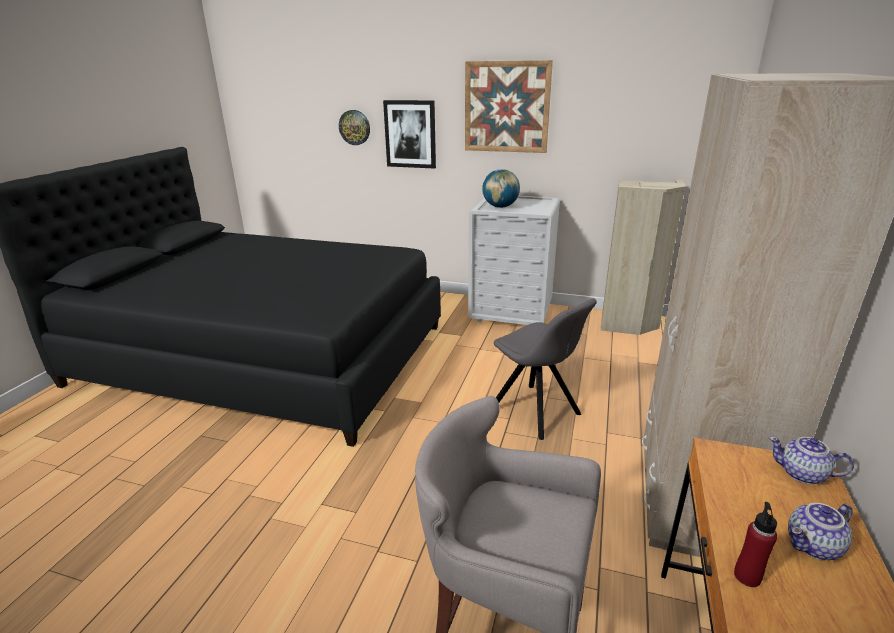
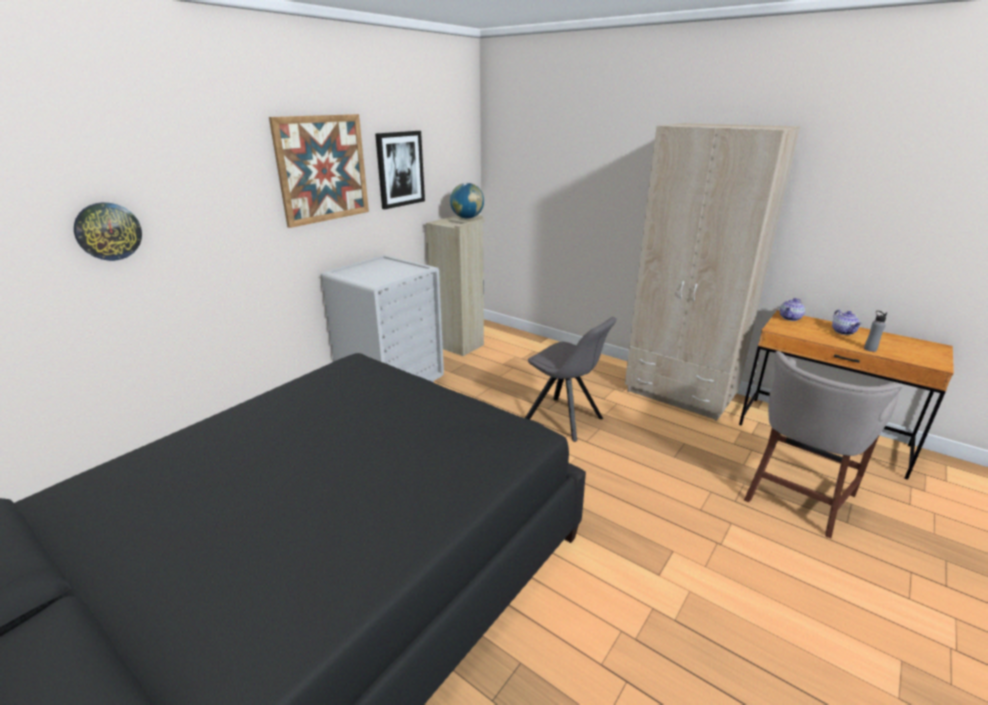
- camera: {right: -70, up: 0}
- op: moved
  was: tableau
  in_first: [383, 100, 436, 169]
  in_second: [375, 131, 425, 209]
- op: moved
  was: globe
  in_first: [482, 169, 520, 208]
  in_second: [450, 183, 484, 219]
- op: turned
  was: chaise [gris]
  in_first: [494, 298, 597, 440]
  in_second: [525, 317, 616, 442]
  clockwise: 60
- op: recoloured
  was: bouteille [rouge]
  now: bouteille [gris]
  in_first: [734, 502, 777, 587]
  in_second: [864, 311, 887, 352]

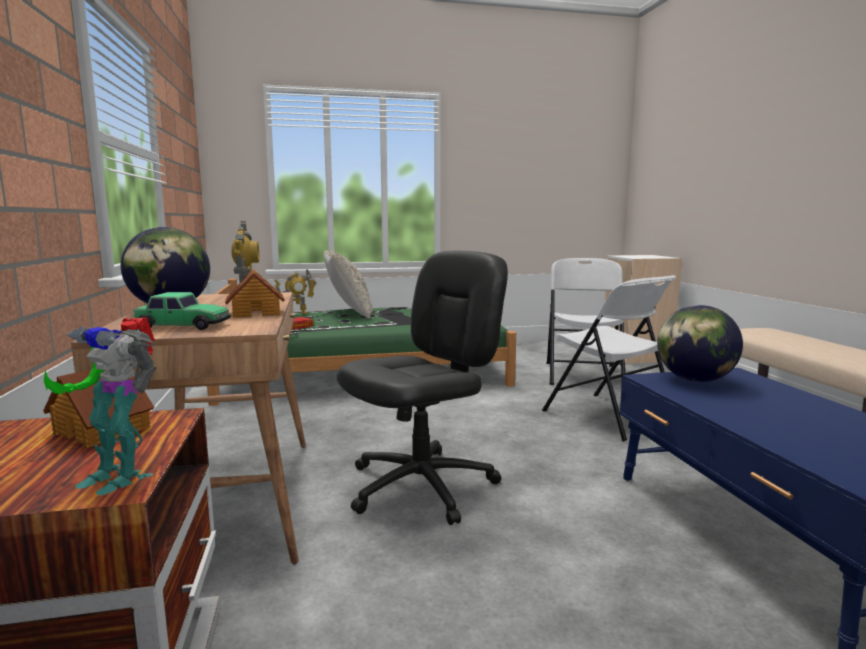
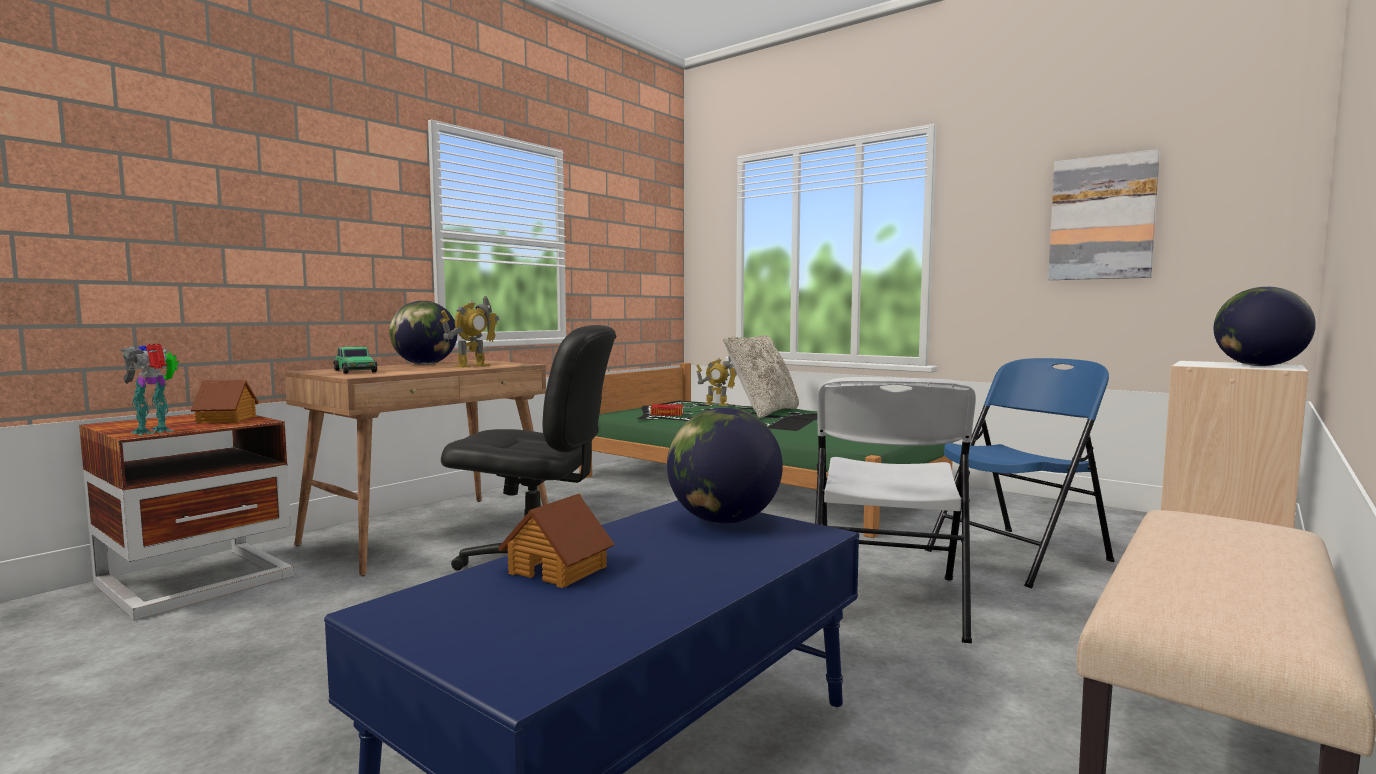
- camera: {right: 50, up: -5}
- op: turned
  was: robot jouet
  in_first: [44, 317, 156, 495]
  in_second: [119, 344, 179, 435]
  clockwise: 45
- op: moved
  was: maison miniature
  in_first: [225, 269, 285, 318]
  in_second: [498, 493, 615, 588]
- op: recoloured
  was: chaise [blanc]
  now: chaise [bleu]
  in_first: [546, 258, 625, 388]
  in_second: [925, 358, 1114, 589]
- op: added
  now: tableau
  in_second: [1048, 149, 1160, 280]
- op: added
  now: globe
  in_second: [1214, 287, 1316, 366]

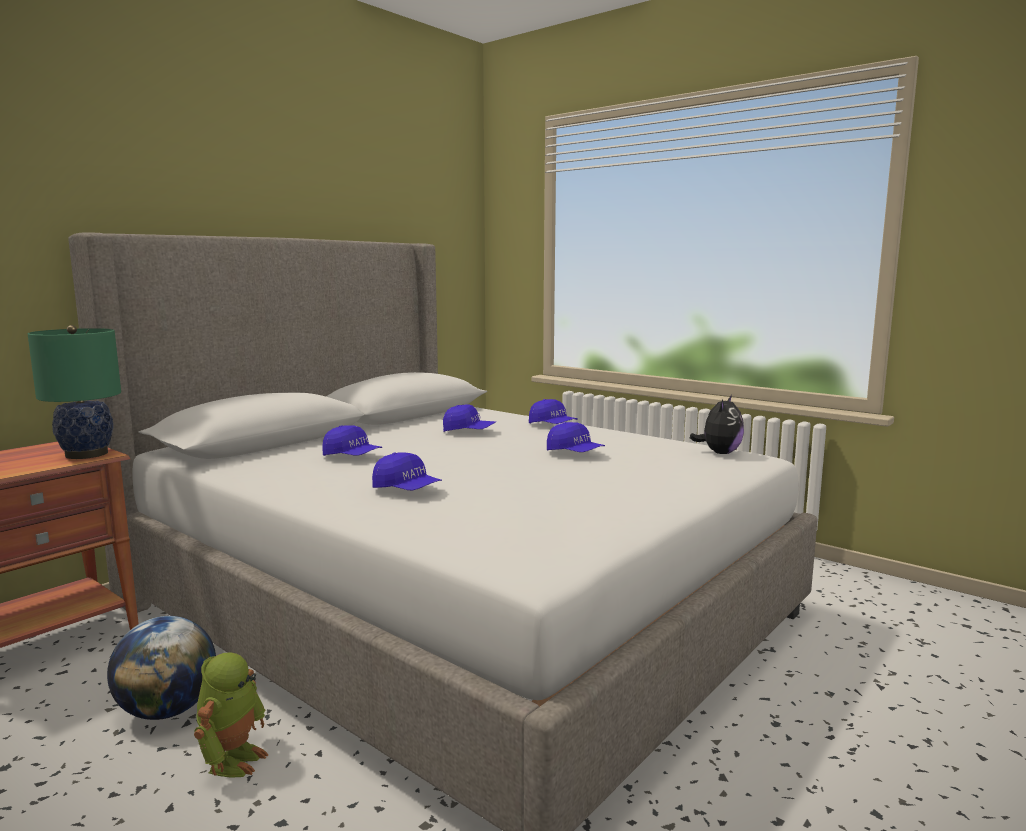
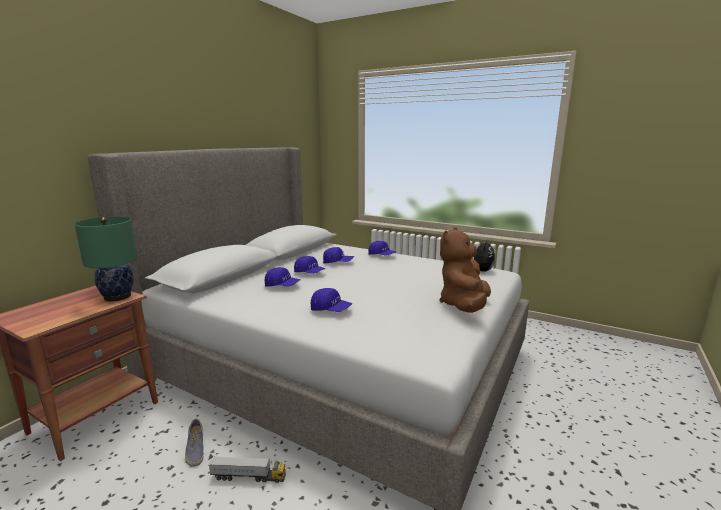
- camera: {right: -10, up: 5}
- op: replaced
  was: globe
  now: chaussure
  in_first: [107, 616, 216, 720]
  in_second: [185, 418, 204, 467]
- op: replaced
  was: robot jouet
  now: camion jouet
  in_first: [194, 652, 268, 778]
  in_second: [209, 456, 286, 483]
- op: moved
  was: casquette [bleu]
  in_first: [547, 422, 605, 452]
  in_second: [294, 256, 326, 274]
- op: added
  now: peluche [marron]
  in_second: [439, 227, 491, 313]

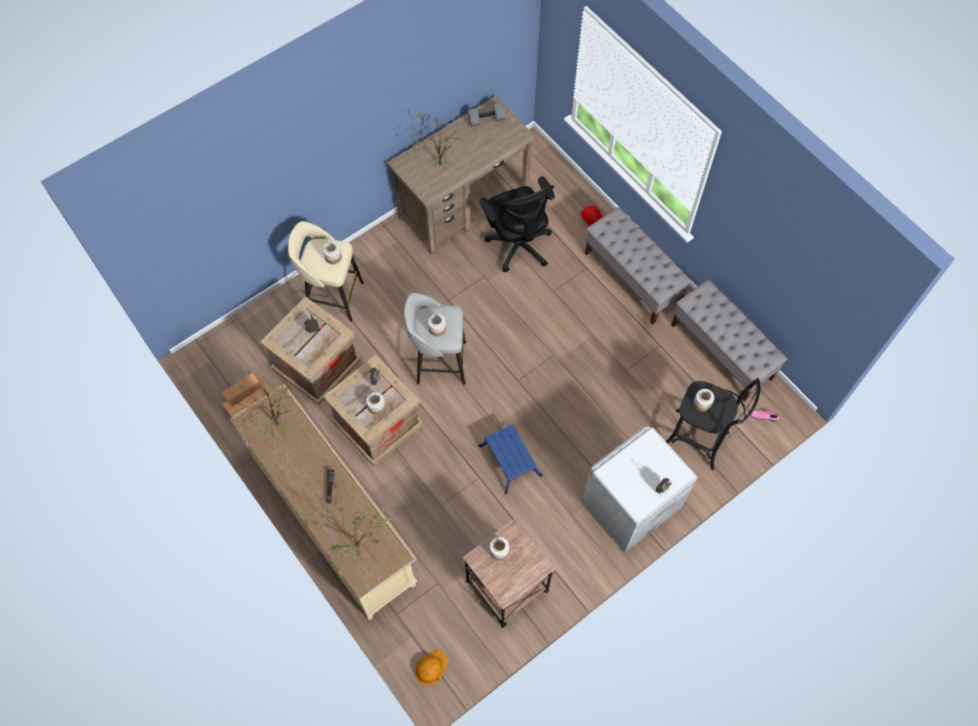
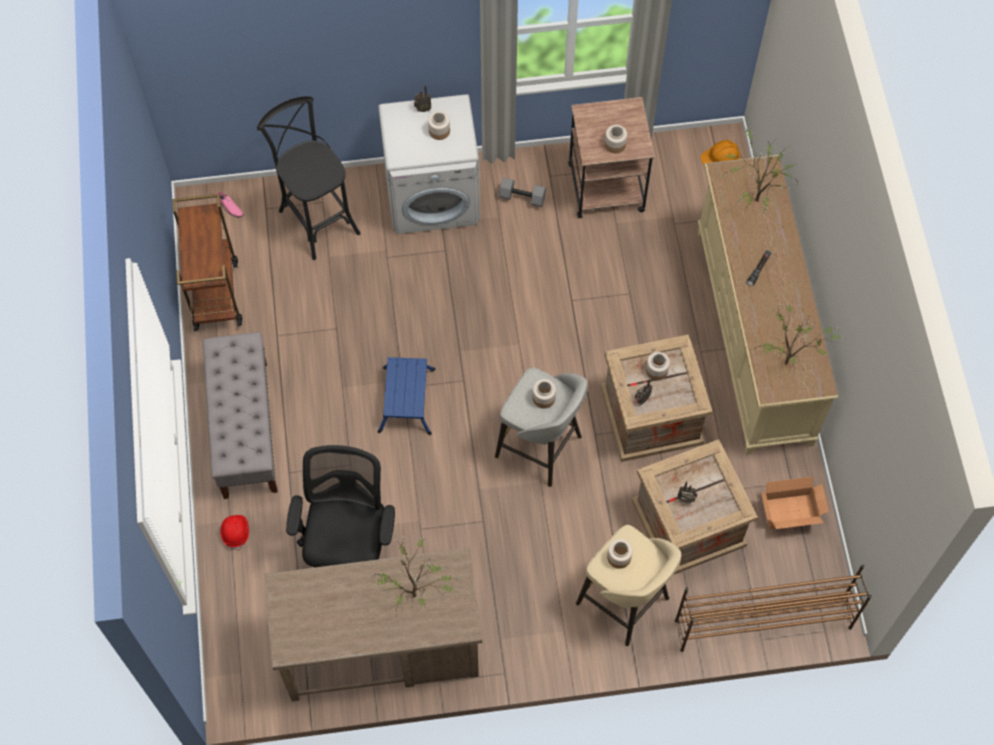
- camera: {right: -150, up: 0}
- op: moved
  was: haltère [gris]
  in_first: [467, 103, 505, 127]
  in_second: [499, 178, 546, 207]
- op: moved
  was: escabeau [bleu]
  in_first: [478, 424, 542, 495]
  in_second: [377, 357, 435, 435]
- op: replaced
  was: banc [gris]
  now: chariot [marron]
  in_first: [671, 279, 788, 402]
  in_second: [172, 194, 243, 332]
- op: moved
  was: bocal
  in_first: [693, 389, 714, 412]
  in_second: [428, 111, 450, 140]
- op: added
  now: étagère à chaussures [marron]
  in_second: [675, 565, 872, 652]

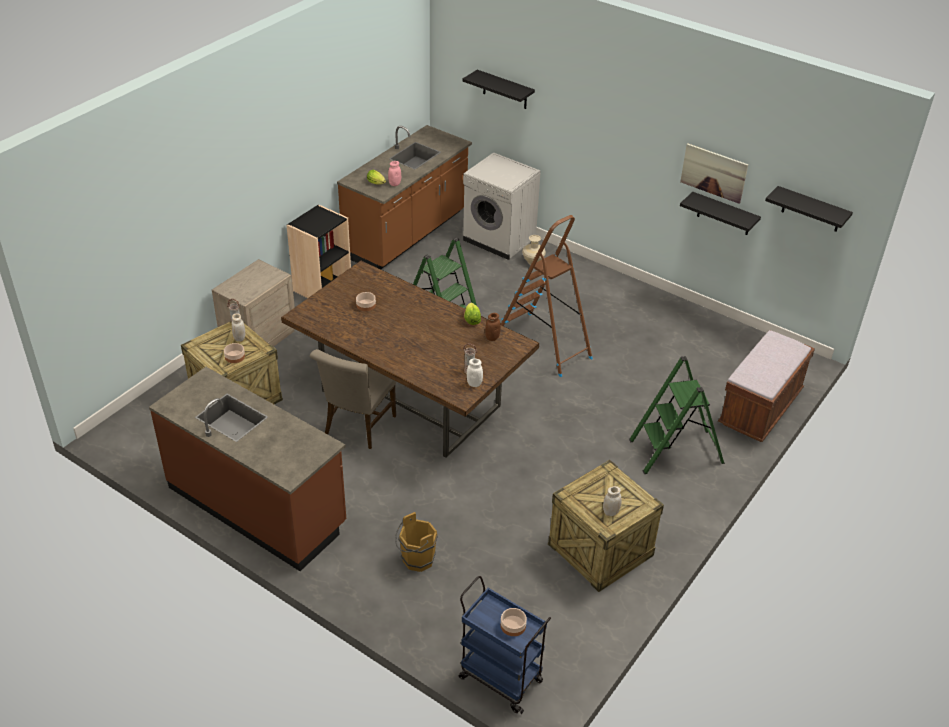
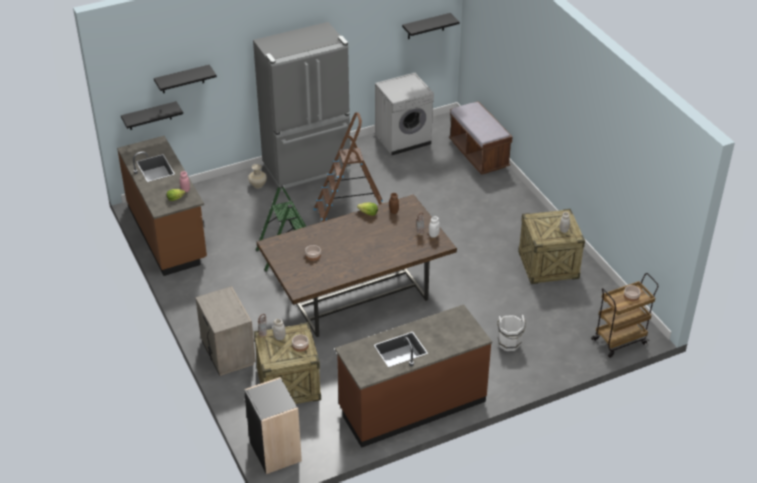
- camera: {right: -60, up: 0}
- op: moved
  was: bibliothèque [noir]
  in_first: [286, 204, 351, 298]
  in_second: [244, 377, 302, 474]
- op: removed
  was: chaise [beige]
  in_first: [310, 349, 396, 449]
- op: recoloured
  was: seau [marron]
  now: seau [blanc]
  in_first: [395, 512, 438, 572]
  in_second: [498, 315, 526, 351]
- op: recoloured
  was: chariot [bleu]
  now: chariot [marron]
  in_first: [459, 576, 551, 714]
  in_second: [591, 273, 658, 358]
- op: moved
  was: lave-linge [blanc]
  in_first: [463, 152, 541, 260]
  in_second: [375, 73, 434, 155]
- op: removed
  was: escabeau [vert]
  in_first: [629, 356, 725, 474]
- op: removed
  was: tableau
  in_first: [680, 144, 748, 204]
- op: moved
  was: étagère [noir]
  in_first: [680, 192, 761, 235]
  in_second: [121, 101, 183, 130]
- op: added
  now: réfrigérateur [gris]
  in_second: [253, 22, 351, 191]

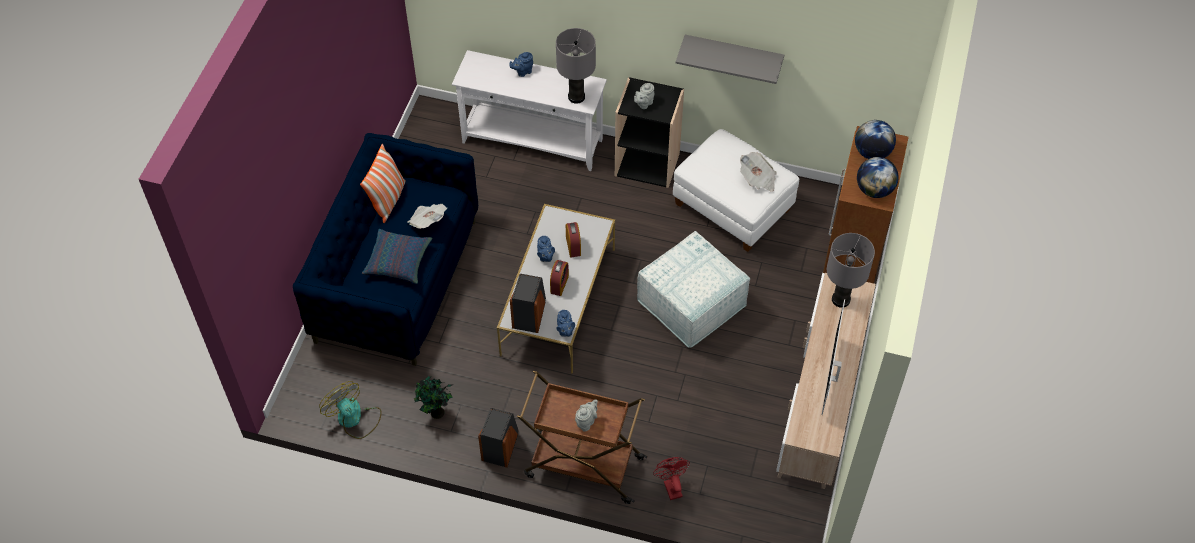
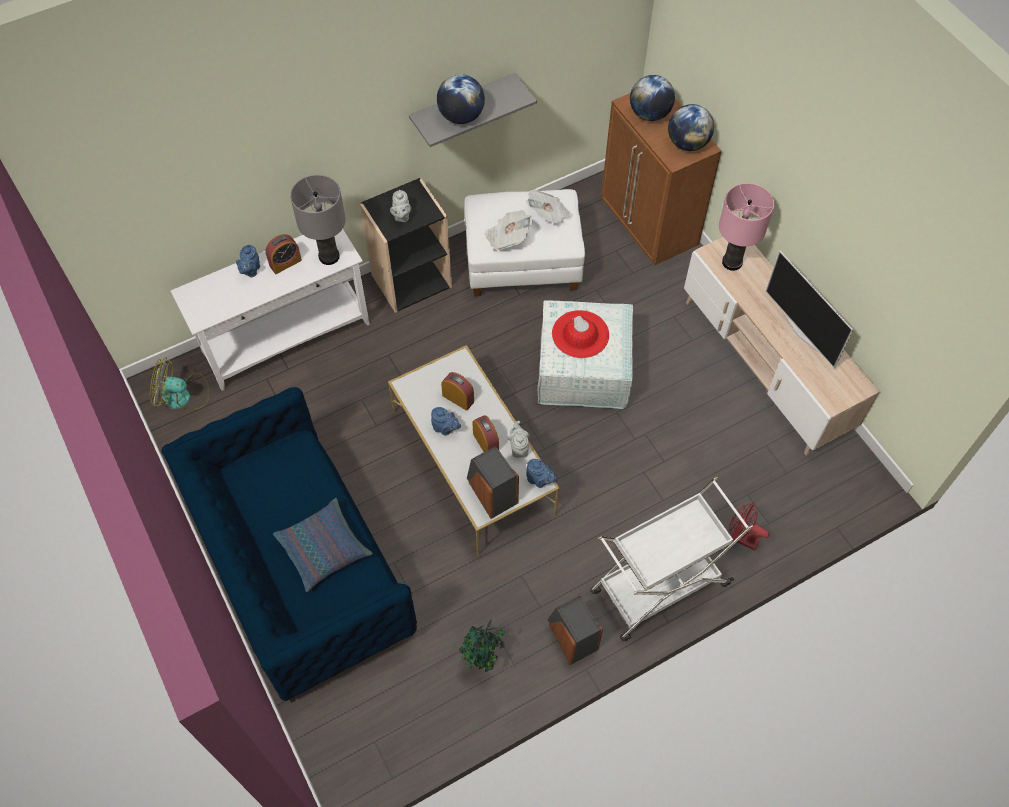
- camera: {right: -45, up: 5}
- op: moved
  was: ventilateur
  in_first: [319, 381, 382, 439]
  in_second: [150, 357, 209, 411]
- op: removed
  was: coussin
  in_first: [360, 144, 406, 223]
- op: moved
  was: journal
  in_first: [407, 204, 447, 229]
  in_second: [485, 210, 532, 251]
- op: recoloured
  was: chariot [marron]
  now: chariot [blanc]
  in_first: [517, 371, 647, 504]
  in_second: [590, 477, 753, 641]
- op: moved
  was: théière [gris]
  in_first: [575, 400, 598, 432]
  in_second: [508, 421, 530, 458]
- op: recoloured
  was: lampe de table [gris]
  now: lampe de table [rose]
  in_first: [827, 233, 875, 308]
  in_second: [719, 183, 774, 271]
- op: added
  now: réveil
  in_second: [265, 234, 302, 274]
- op: added
  now: globe
  in_second: [437, 74, 485, 124]
- op: added
  now: chapeau [rouge]
  in_second: [552, 310, 609, 358]

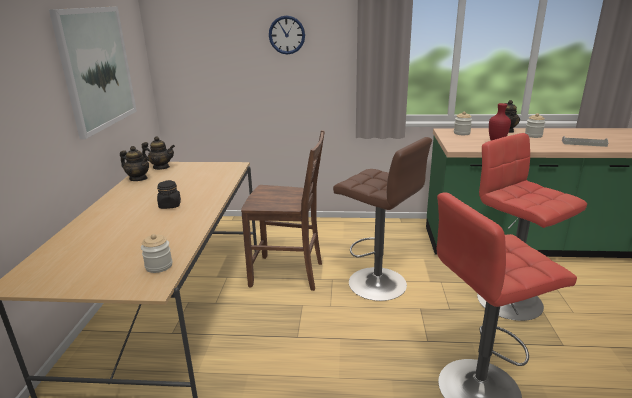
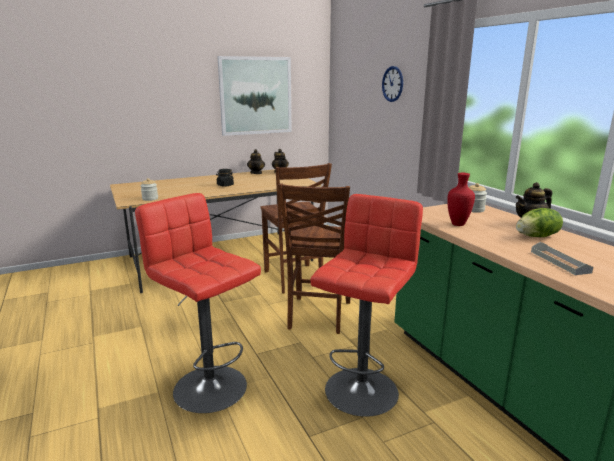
- camera: {right: 60, up: -5}
- op: replaced
  was: tabouret [marron]
  now: chaise [marron]
  in_first: [333, 137, 432, 301]
  in_second: [278, 183, 350, 334]
- op: replaced
  was: bocal
  now: laitue
  in_first: [525, 113, 546, 138]
  in_second: [516, 208, 563, 237]

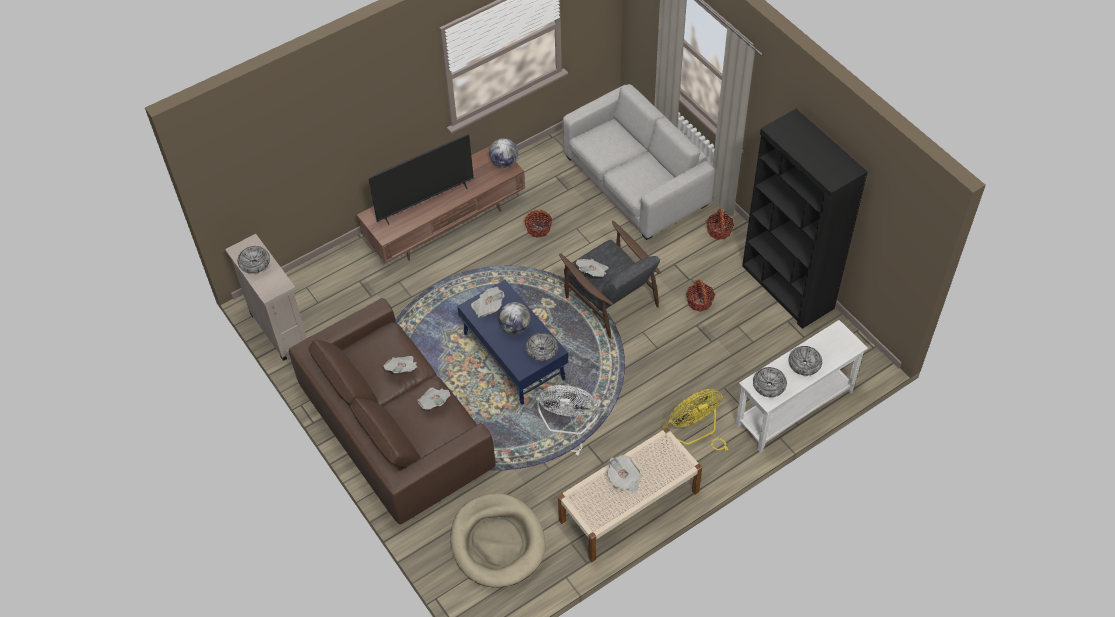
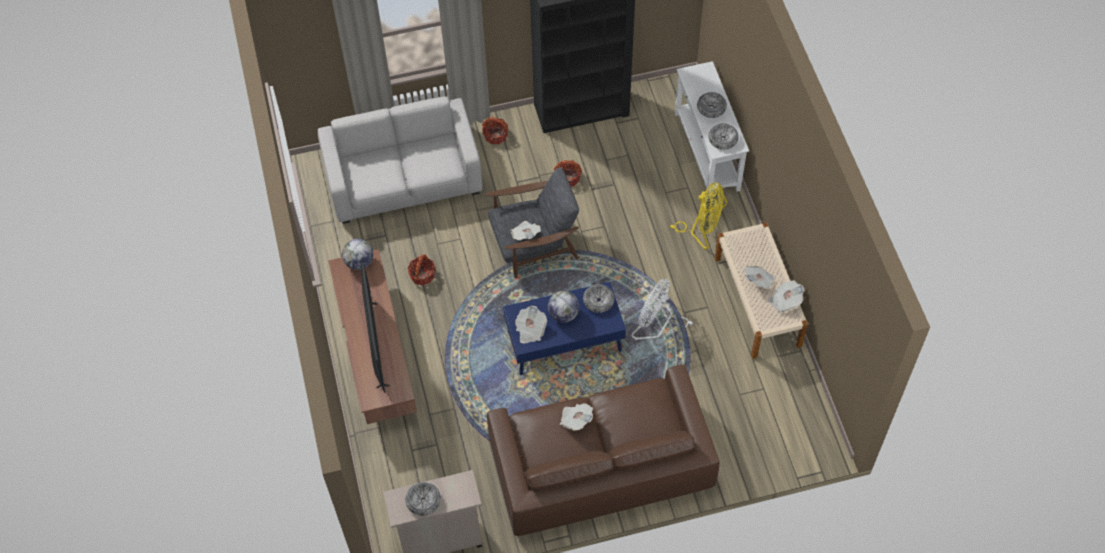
- camera: {right: -70, up: 5}
- op: moved
  was: journal
  in_first: [417, 388, 450, 410]
  in_second: [768, 280, 805, 313]
- op: removed
  was: panier pour chien [beige]
  in_first: [450, 493, 546, 587]
- op: turned
  was: ventilateur [jaune]
  in_first: [662, 389, 728, 451]
  in_second: [669, 182, 727, 250]
  clockwise: -150

